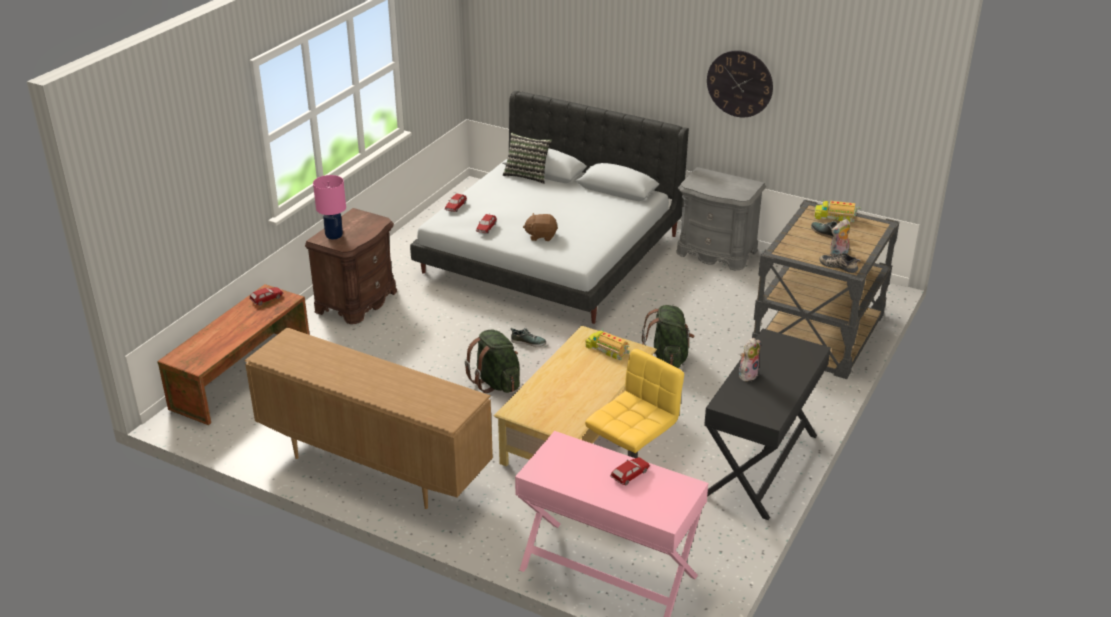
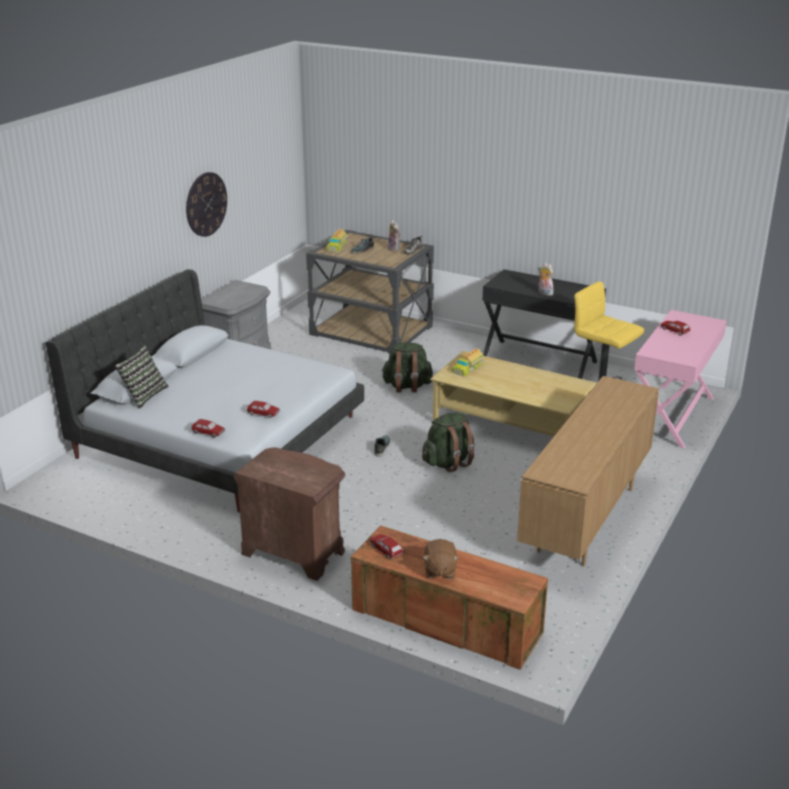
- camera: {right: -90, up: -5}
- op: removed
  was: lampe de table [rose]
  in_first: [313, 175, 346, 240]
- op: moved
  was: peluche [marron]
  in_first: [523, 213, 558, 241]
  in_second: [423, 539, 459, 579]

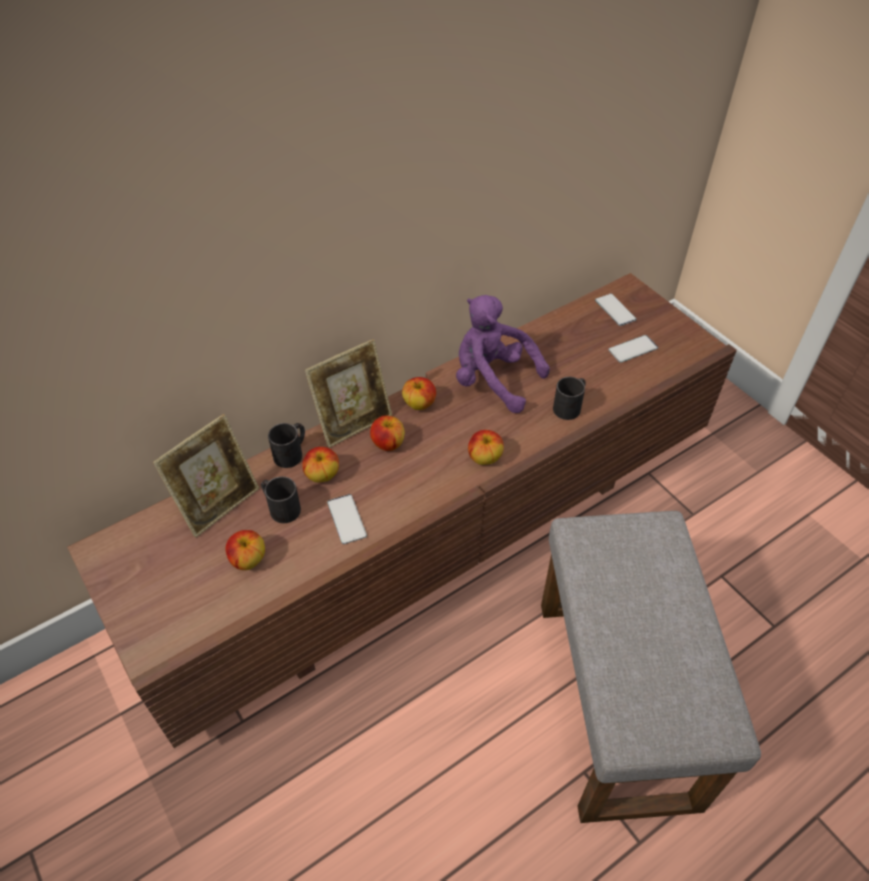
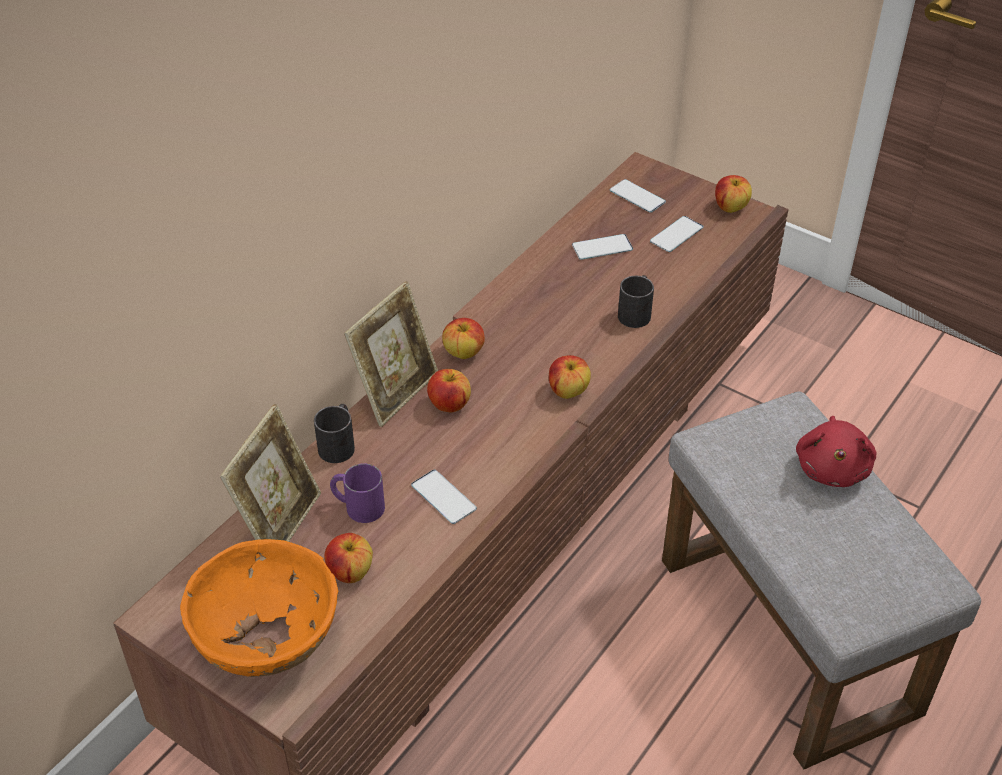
- camera: {right: -20, up: -5}
- op: recoloured
  was: mug [noir]
  now: mug [violet]
  in_first: [261, 476, 301, 523]
  in_second: [330, 463, 385, 523]
- op: moved
  was: pomme
  in_first: [302, 447, 339, 482]
  in_second: [715, 175, 752, 213]
- op: removed
  was: peluche [violet]
  in_first: [456, 295, 550, 413]
- op: added
  now: bol [orange]
  in_second: [180, 539, 338, 677]
- op: added
  now: téléphone
  in_second: [572, 234, 633, 260]
- op: added
  now: peluche [rouge]
  in_second: [796, 416, 876, 487]

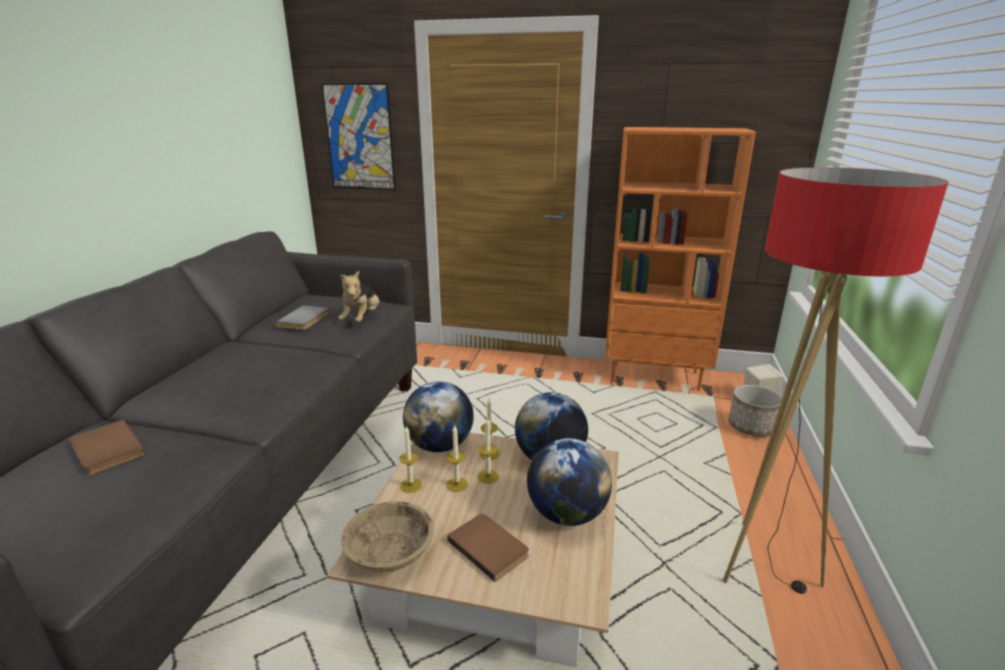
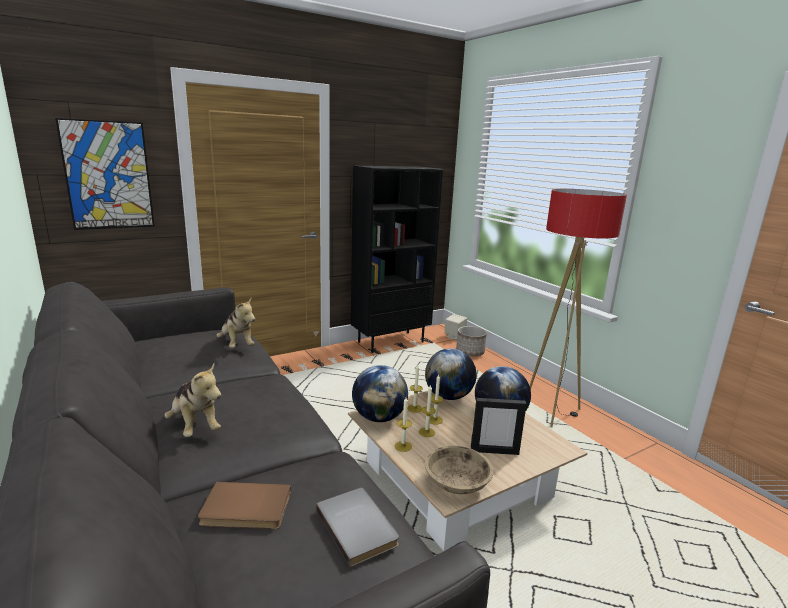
- camera: {right: -45, up: -5}
- op: moved
  was: livre [gris]
  in_first: [276, 305, 329, 330]
  in_second: [316, 488, 399, 567]
- op: replaced
  was: livre [marron]
  now: cadre photo
  in_first: [447, 514, 529, 582]
  in_second: [471, 398, 527, 455]
- op: recoloured
  was: bibliothèque [orange]
  now: bibliothèque [noir]
  in_first: [605, 127, 756, 391]
  in_second: [351, 166, 443, 353]
- op: added
  now: peluche
  in_second: [164, 364, 221, 437]

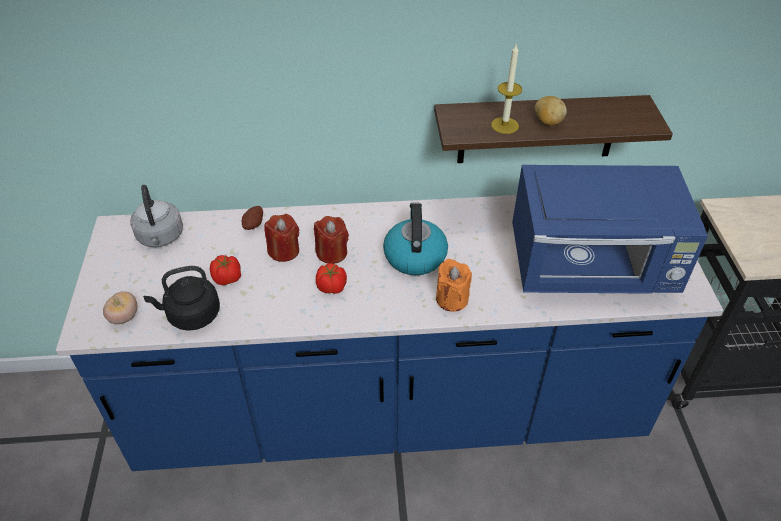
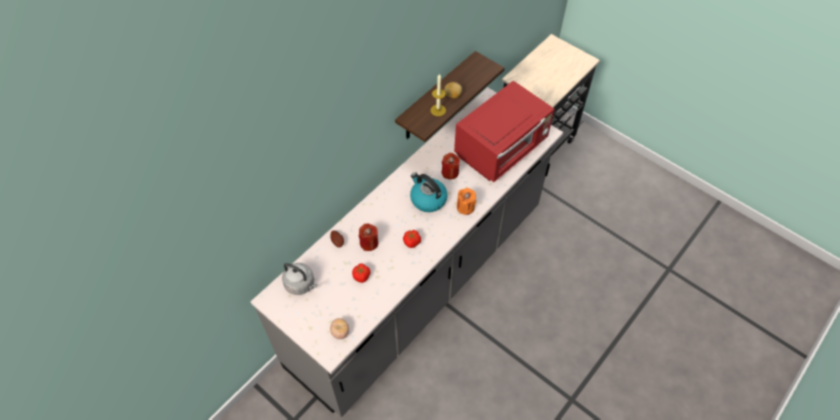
- camera: {right: -45, up: 10}
- op: recoloured
  was: comptoir de cuisine [bleu]
  now: comptoir de cuisine [gris]
  in_first: [56, 195, 723, 471]
  in_second: [251, 87, 563, 417]
- op: removed
  was: bouilloire [noir]
  in_first: [143, 266, 220, 331]
- op: moved
  was: bougie [rouge]
  in_first: [314, 216, 349, 264]
  in_second: [442, 153, 460, 179]
- op: recoloured
  was: micro-ondes [bleu]
  now: micro-ondes [rouge]
  in_first: [512, 165, 708, 294]
  in_second: [454, 81, 554, 182]

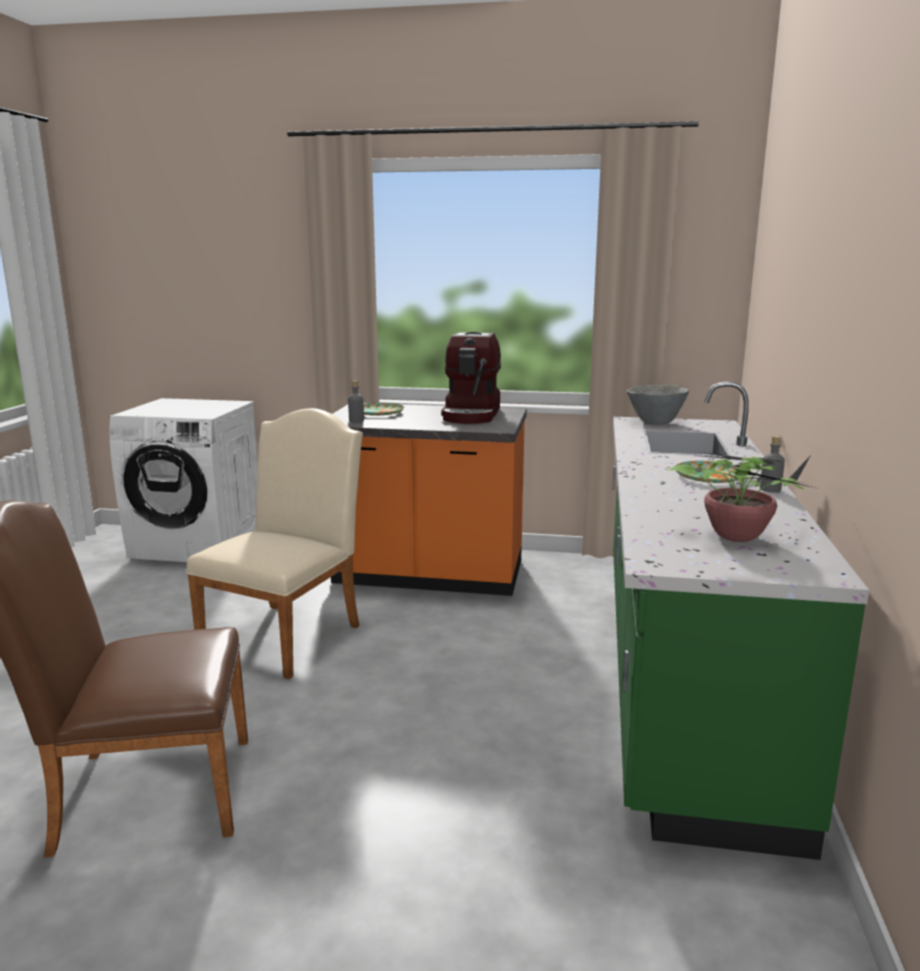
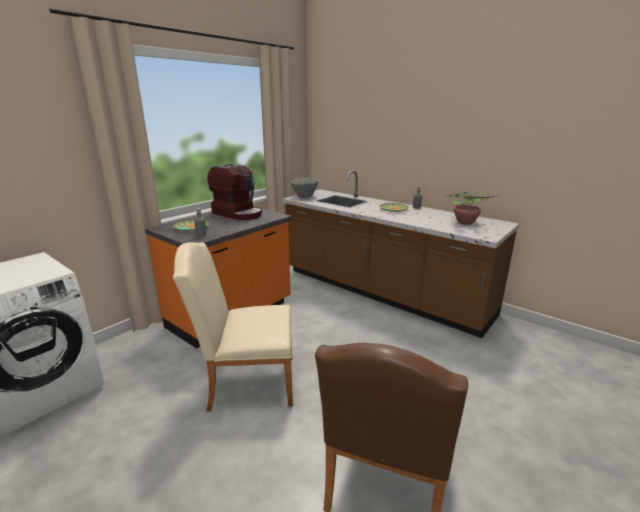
- camera: {right: -60, up: 5}
- op: turned
  was: chaise [beige]
  in_first: [186, 408, 363, 679]
  in_second: [173, 242, 293, 411]
  clockwise: -60
- op: recoloured
  was: comptoir de cuisine [vert]
  now: comptoir de cuisine [marron]
  in_first: [612, 382, 869, 860]
  in_second: [282, 171, 519, 338]

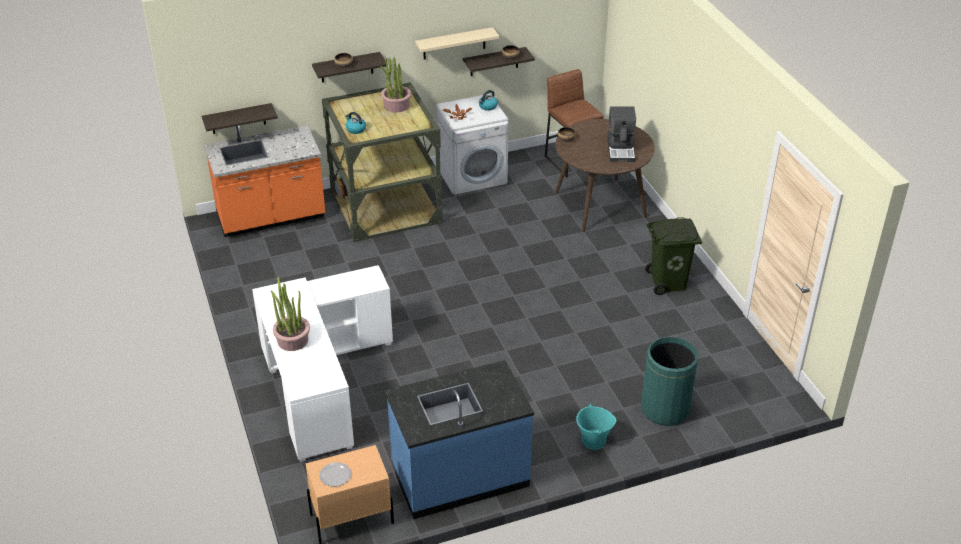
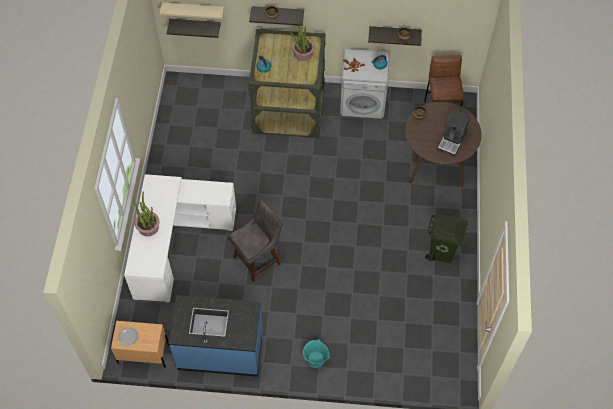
- camera: {right: 25, up: 20}
- op: removed
  was: comptoir de cuisine [orange]
  in_first: [204, 125, 326, 237]
- op: moved
  was: étagère [beige]
  in_first: [415, 27, 499, 60]
  in_second: [159, 3, 224, 19]
- op: removed
  was: poubelle [vert]
  in_first: [641, 337, 698, 426]
- op: added
  now: tabouret [gris]
  in_second: [228, 200, 282, 282]

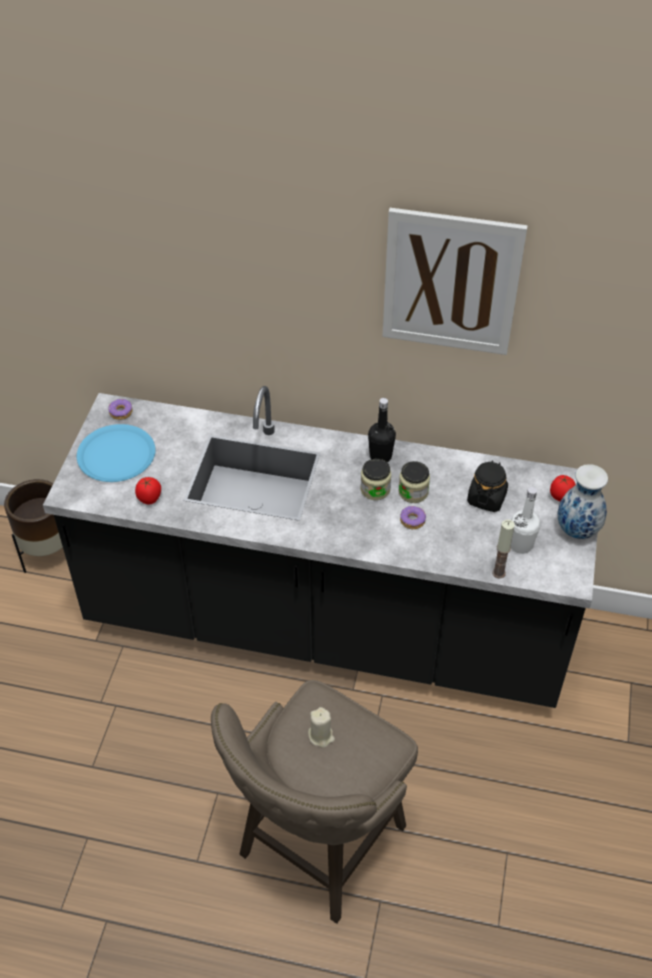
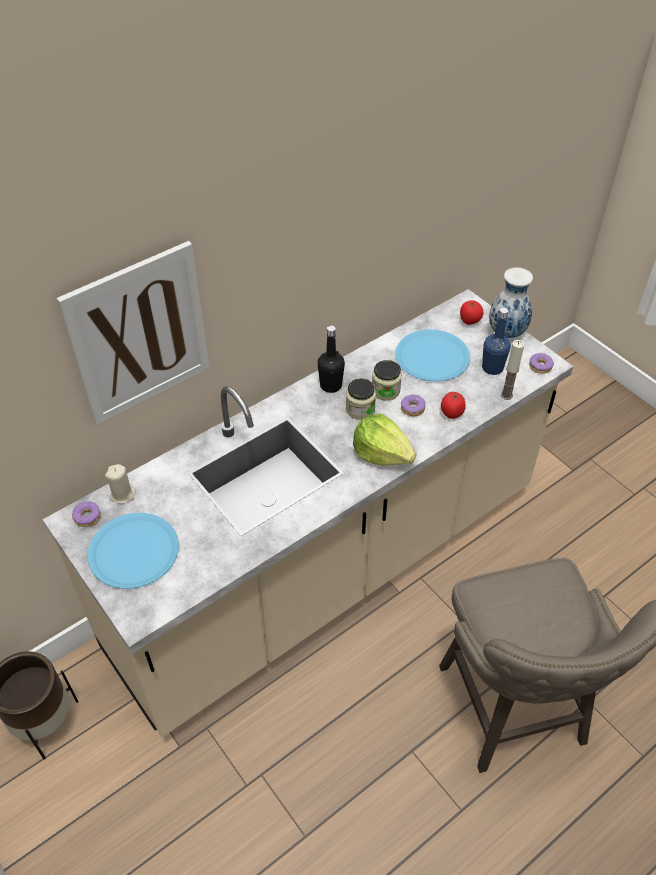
- camera: {right: -50, up: 0}
- op: recoloured
  was: comptoir de cuisine [noir]
  now: comptoir de cuisine [beige]
  in_first: [43, 386, 597, 708]
  in_second: [42, 289, 573, 737]
- op: moved
  was: tomate
  in_first: [135, 477, 161, 504]
  in_second: [441, 392, 466, 419]
- op: moved
  was: bougie [beige]
  in_first: [308, 707, 335, 748]
  in_second: [105, 464, 136, 504]
- op: moved
  was: tableau
  in_first: [382, 208, 528, 355]
  in_second: [57, 241, 210, 426]
- op: replaced
  was: bocal [noir]
  now: assiette [bleu]
  in_first: [467, 460, 508, 512]
  in_second: [395, 329, 470, 382]
- op: recoloured
  was: bouteille [blanc]
  now: bouteille [bleu]
  in_first: [511, 487, 540, 554]
  in_second: [482, 308, 511, 375]
- op: added
  now: laitue
  in_second: [353, 414, 416, 466]
- op: added
  now: beignet
  in_second: [529, 353, 554, 374]

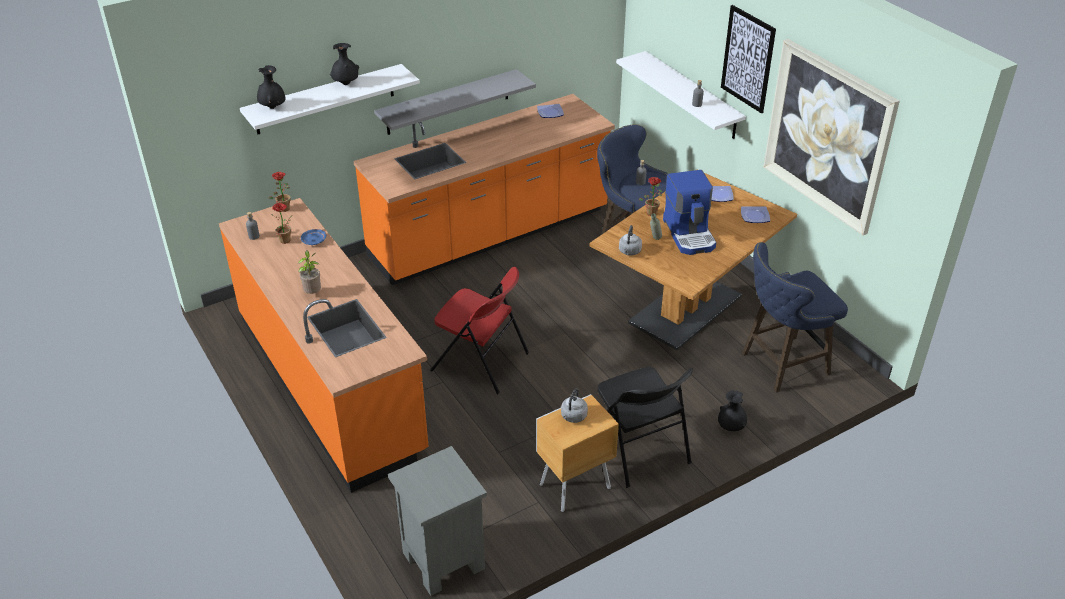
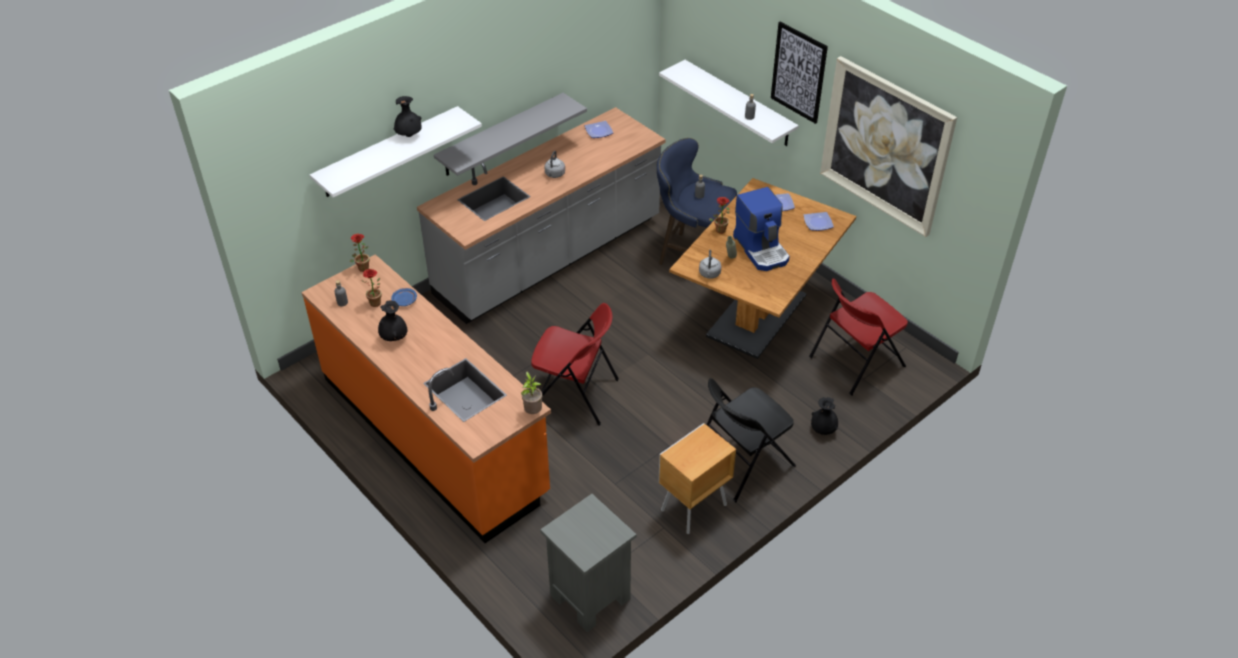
- camera: {right: -10, up: 5}
- op: moved
  was: vase [noir]
  in_first: [257, 65, 286, 109]
  in_second: [378, 300, 408, 341]
- op: moved
  was: plante en pot
  in_first: [298, 250, 321, 294]
  in_second: [521, 371, 542, 414]
- op: recoloured
  was: comptoir de cuisine [orange]
  now: comptoir de cuisine [gris]
  in_first: [353, 94, 615, 285]
  in_second: [417, 107, 666, 324]
- op: moved
  was: bouilloire [gris]
  in_first: [561, 388, 588, 423]
  in_second: [544, 151, 565, 178]
- op: turned
  was: chaise [noir]
  in_first: [597, 367, 693, 488]
  in_second: [706, 378, 796, 502]
  clockwise: 90
- op: replaced
  was: tabouret [bleu]
  now: chaise [rouge]
  in_first: [742, 242, 848, 393]
  in_second: [809, 278, 908, 396]

